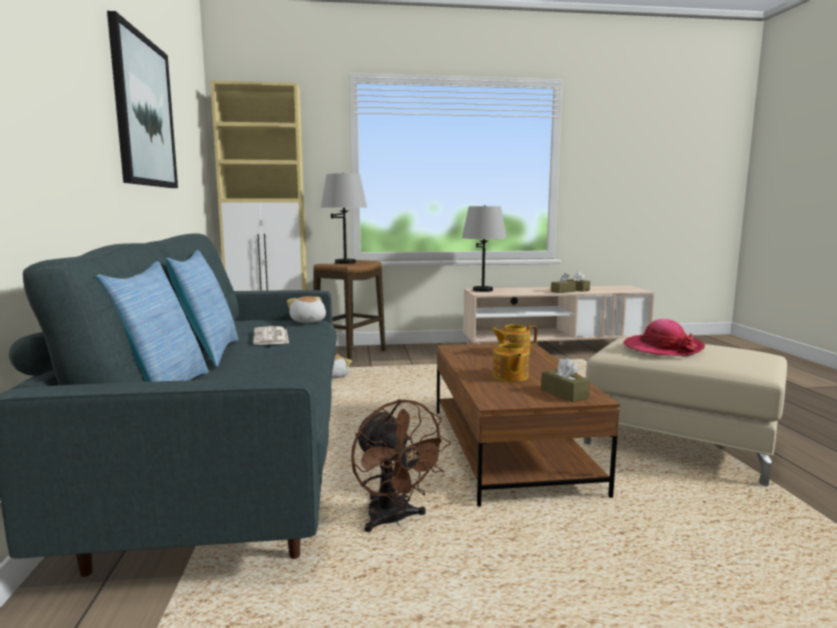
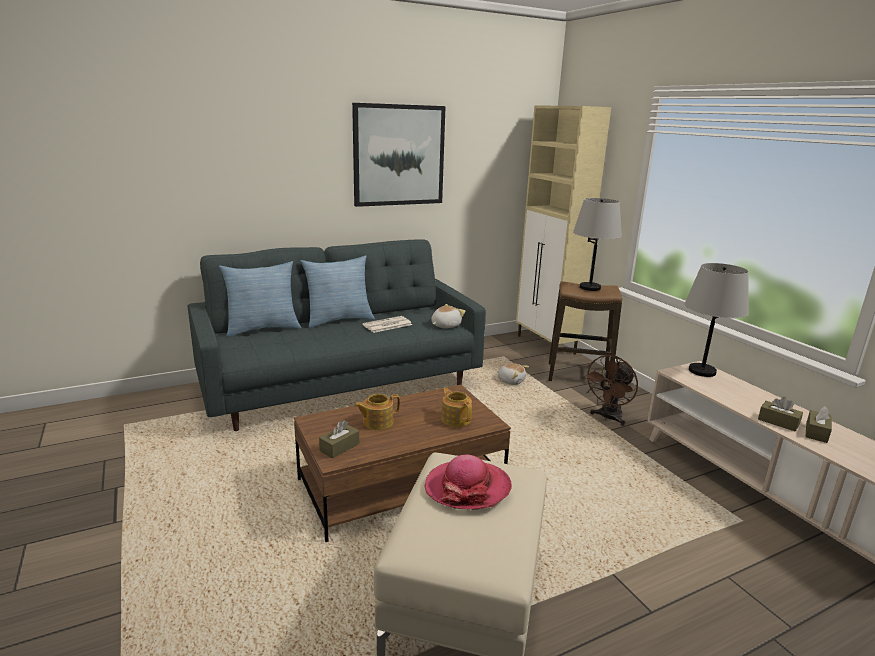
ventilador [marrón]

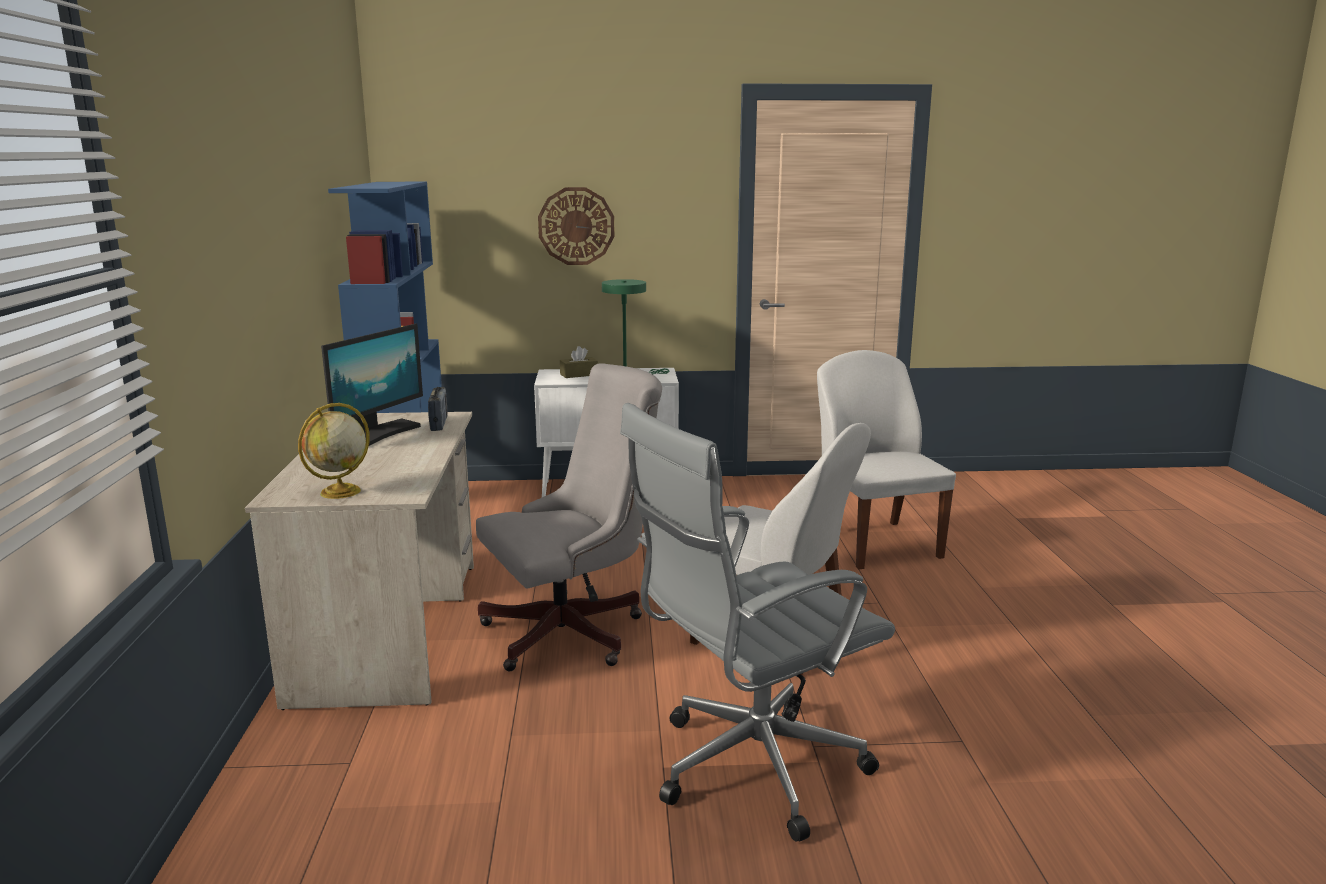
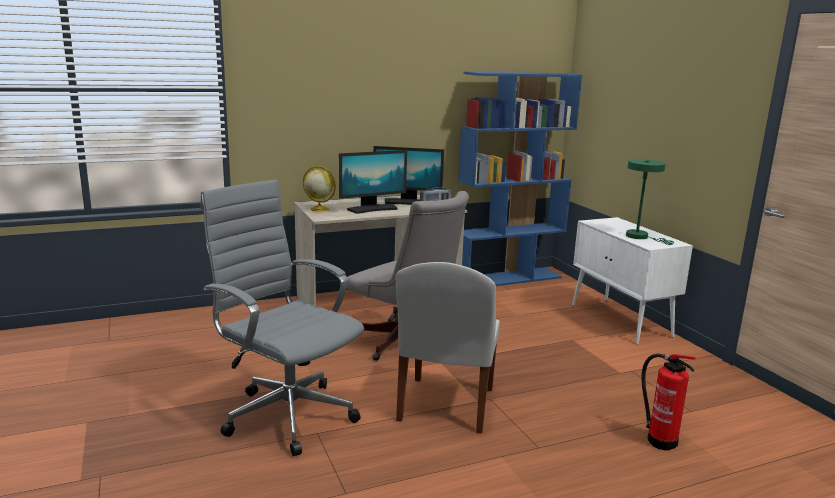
reloj de pared; caja de pañuelos [marrón]; extintor; monitor (1st from left)

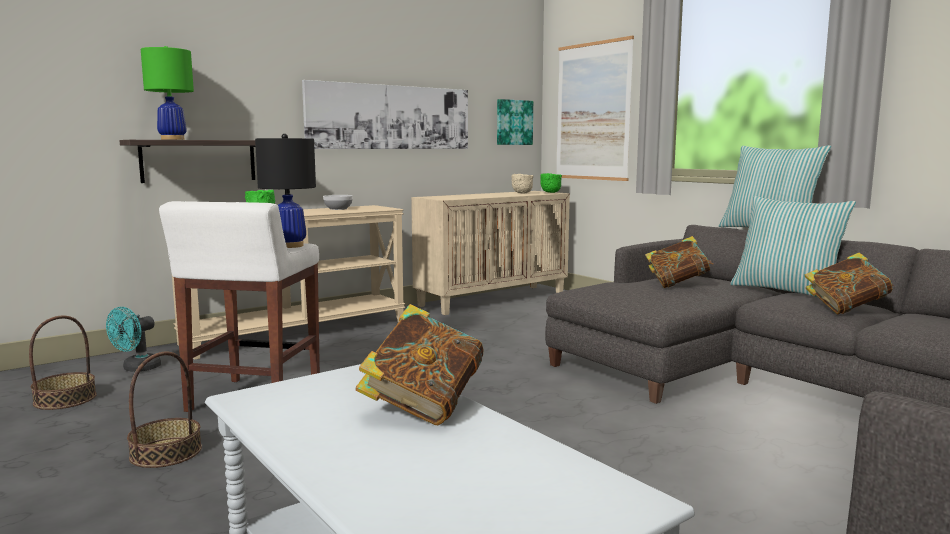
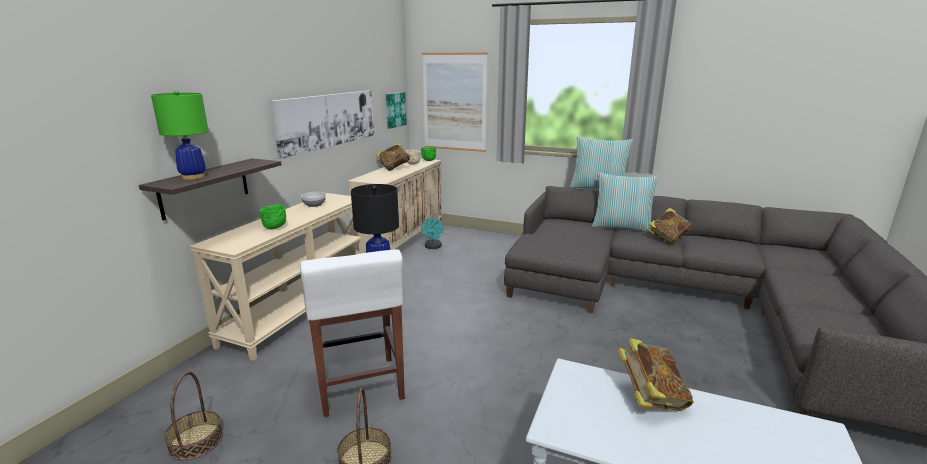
ventilador [turquesa]; libro (1st from left)

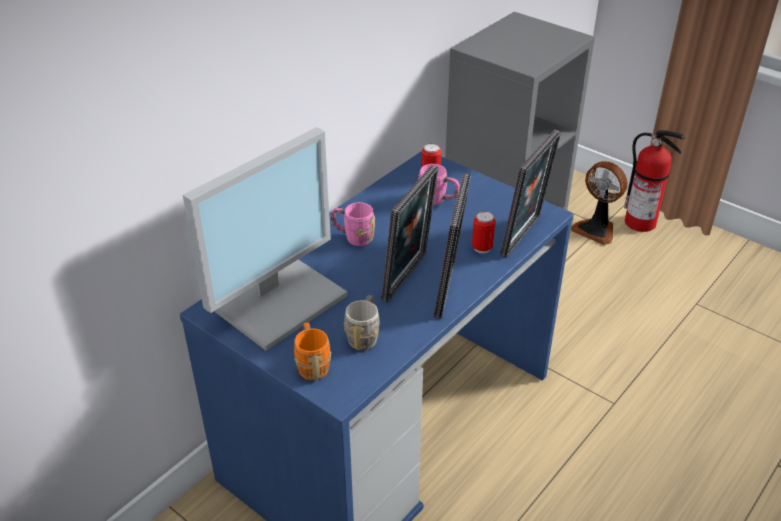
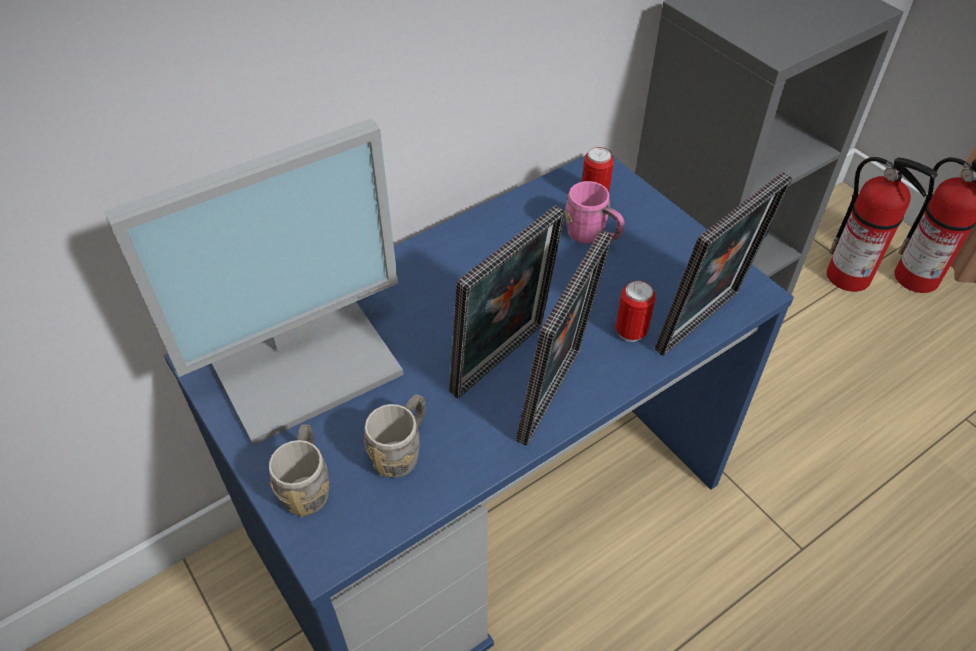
taza grande [gris] (1st from left); taza grande [rosa] (1st from left in the first image); extintor (1st from left)

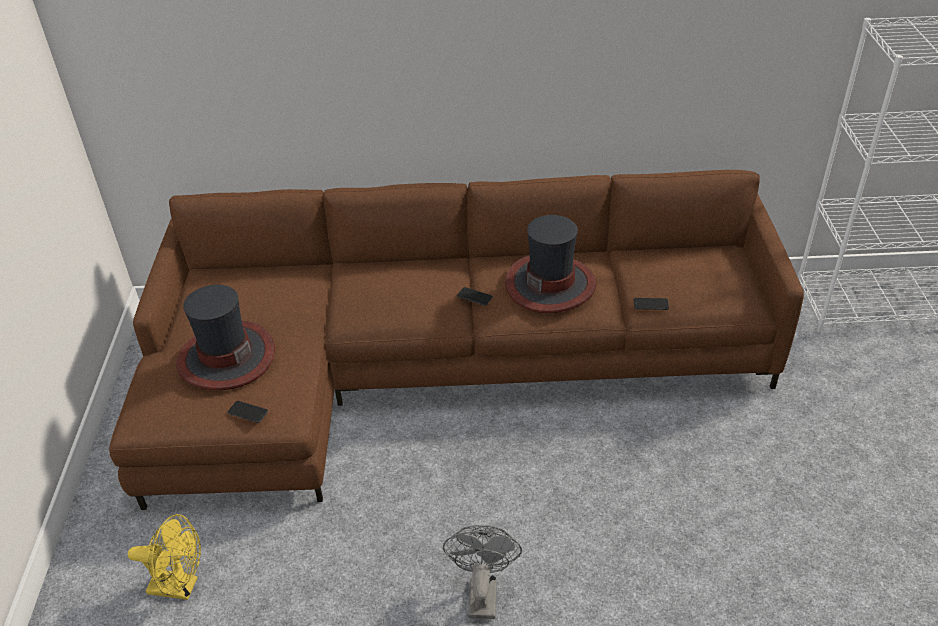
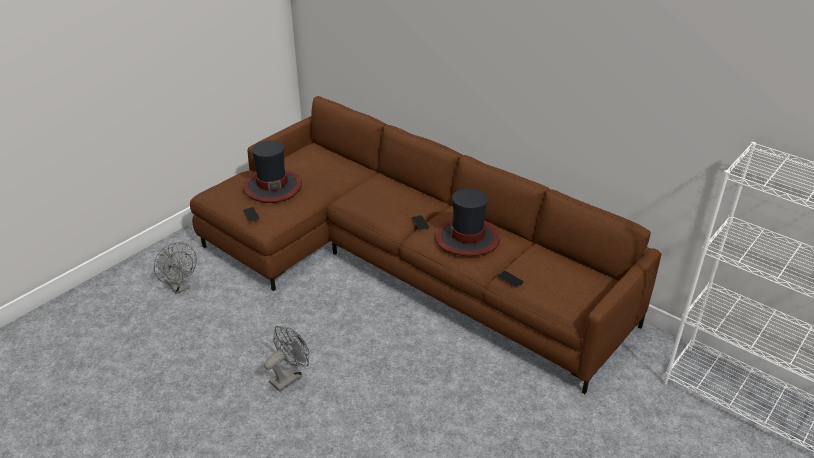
ventilador [gris] (1st from left)

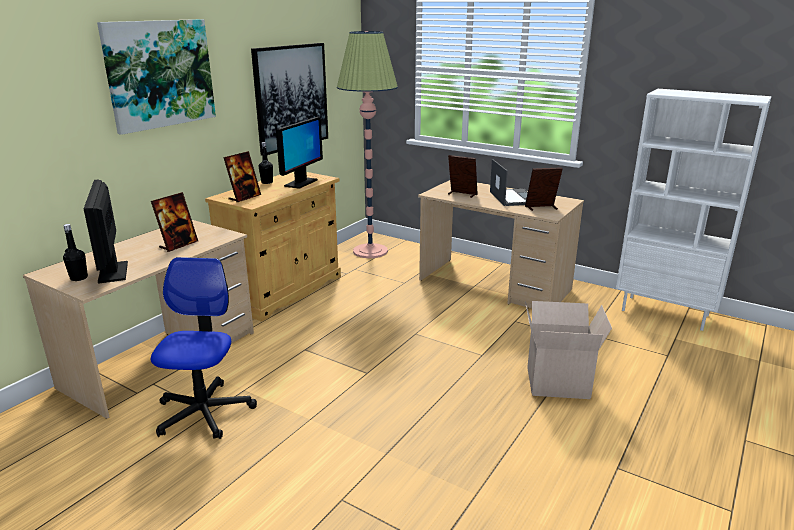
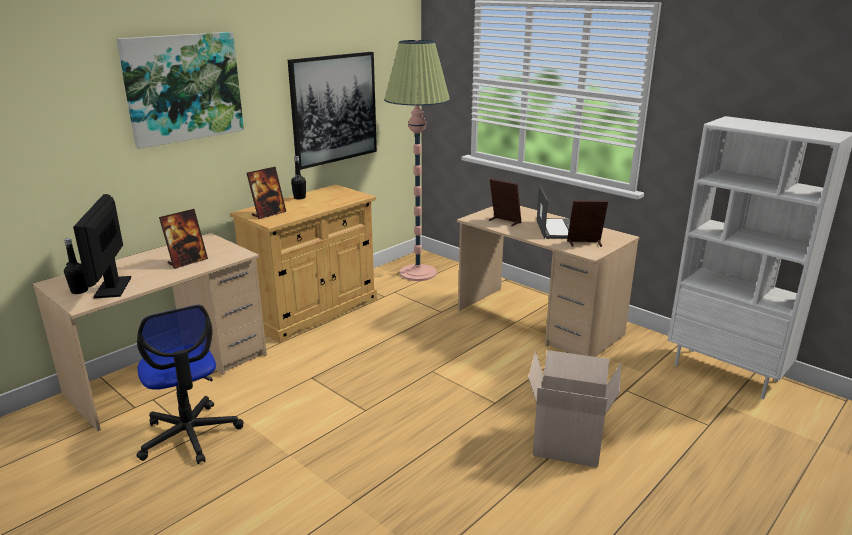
silla de oficina; monitor (2nd from left in the first image)

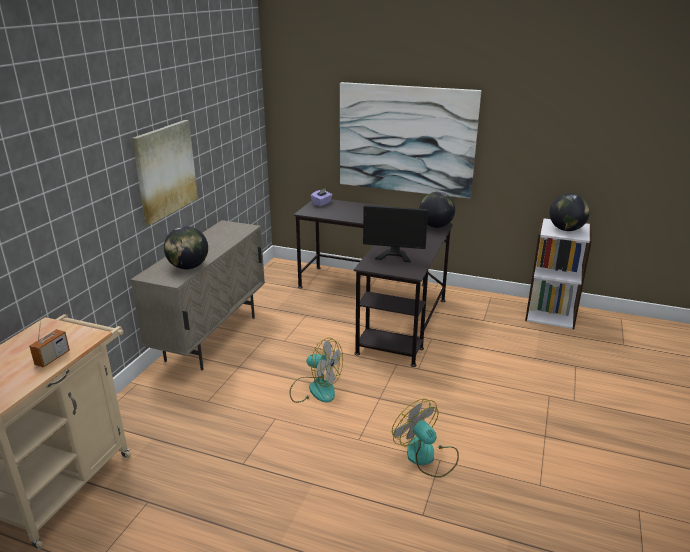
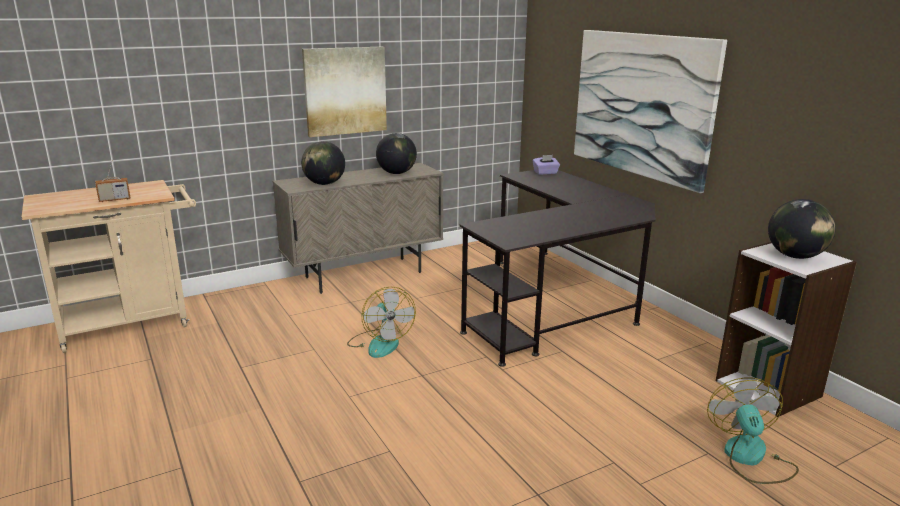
monitor; ventilador (2nd from left); globo terráqueo (2nd from left)

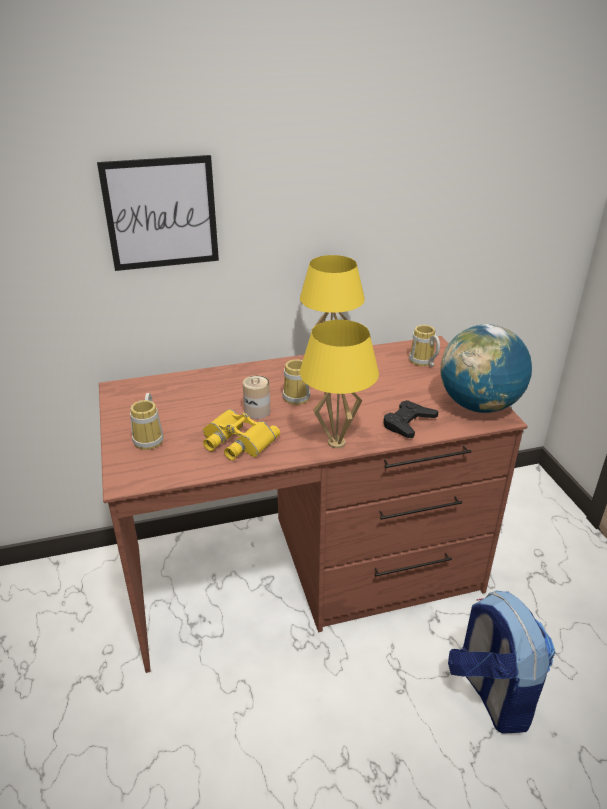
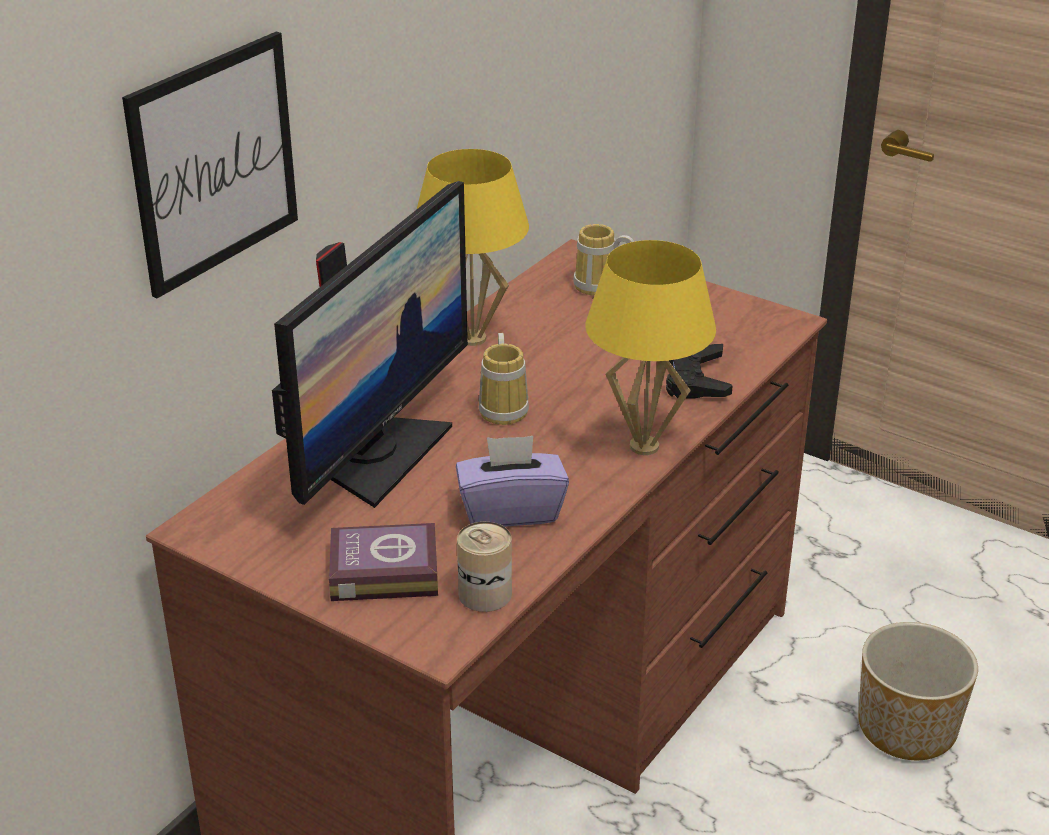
libro; caja de pañuelos [morado]; lata; globo terráqueo; maceta; monitor

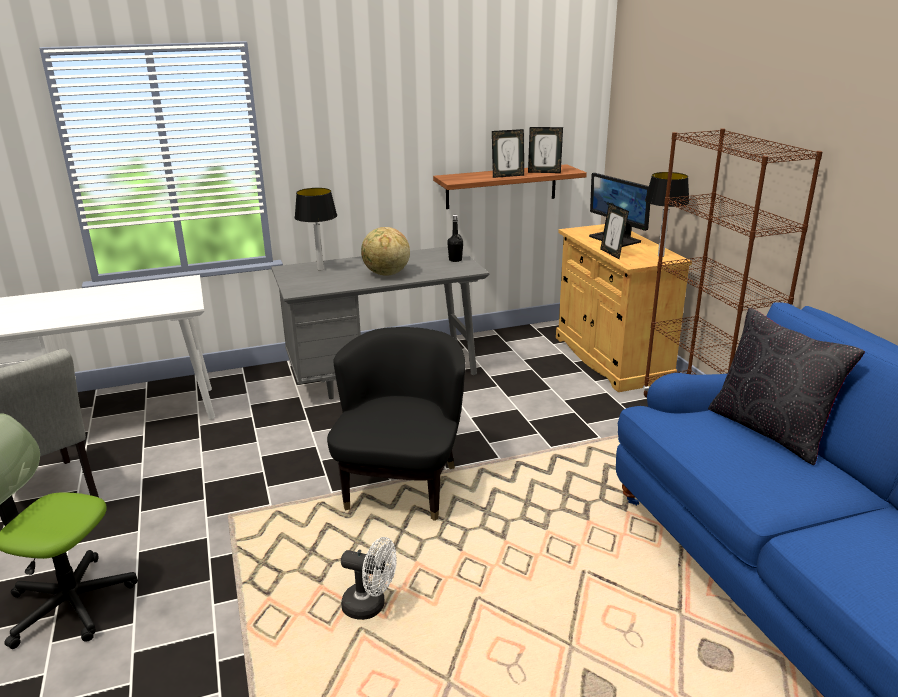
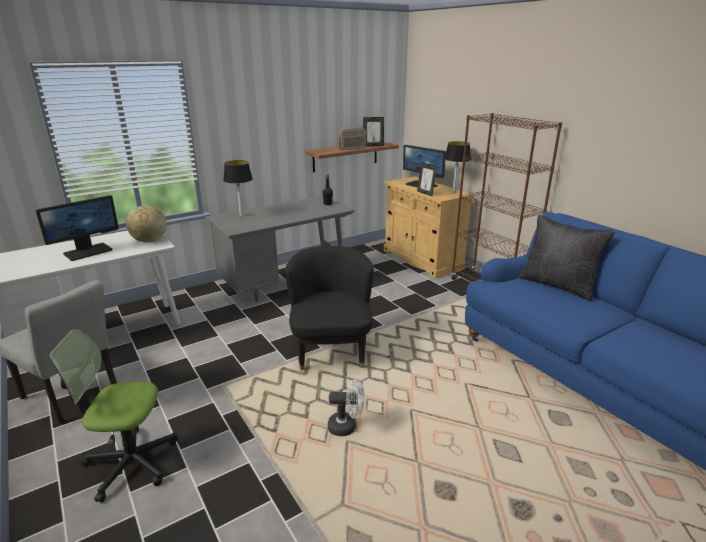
globo terráqueo; radio; monitor (1st from left)

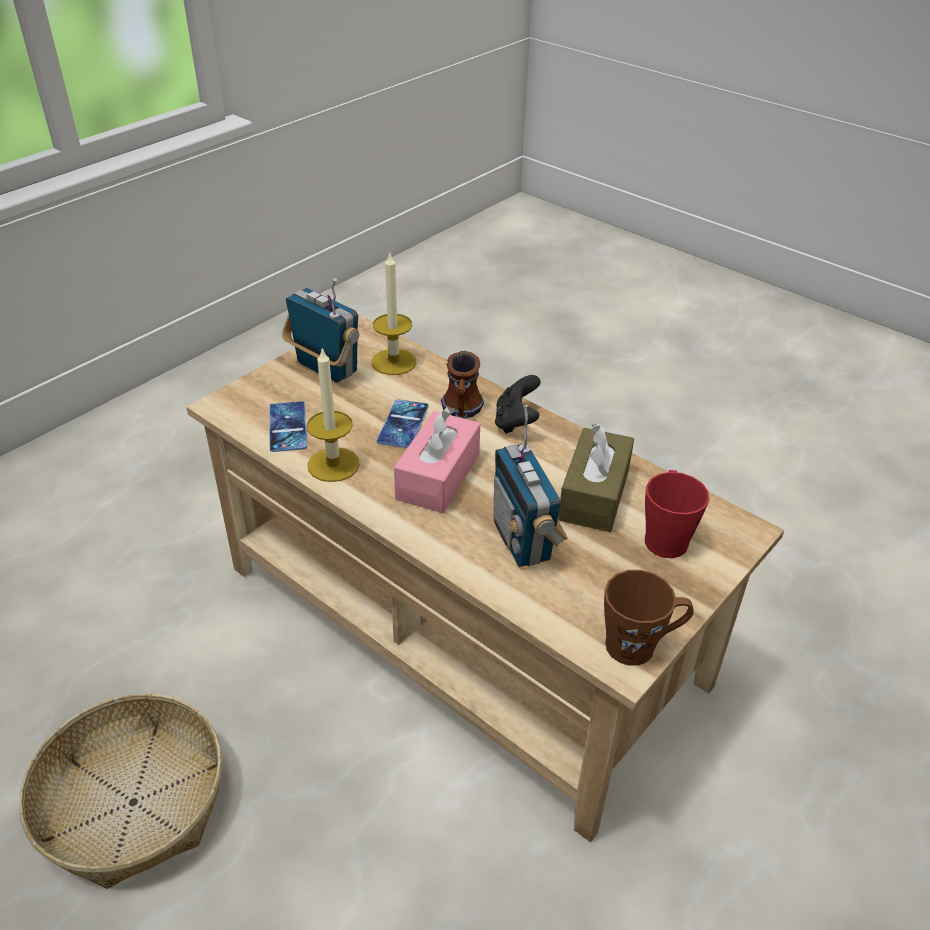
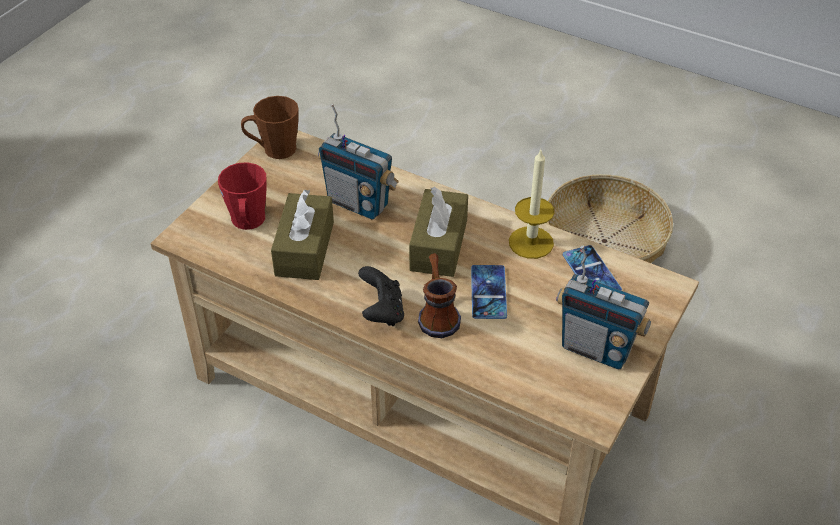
vela (2nd from left in the first image); caja de pañuelos [marrón] (2nd from left); radio (1st from left)

